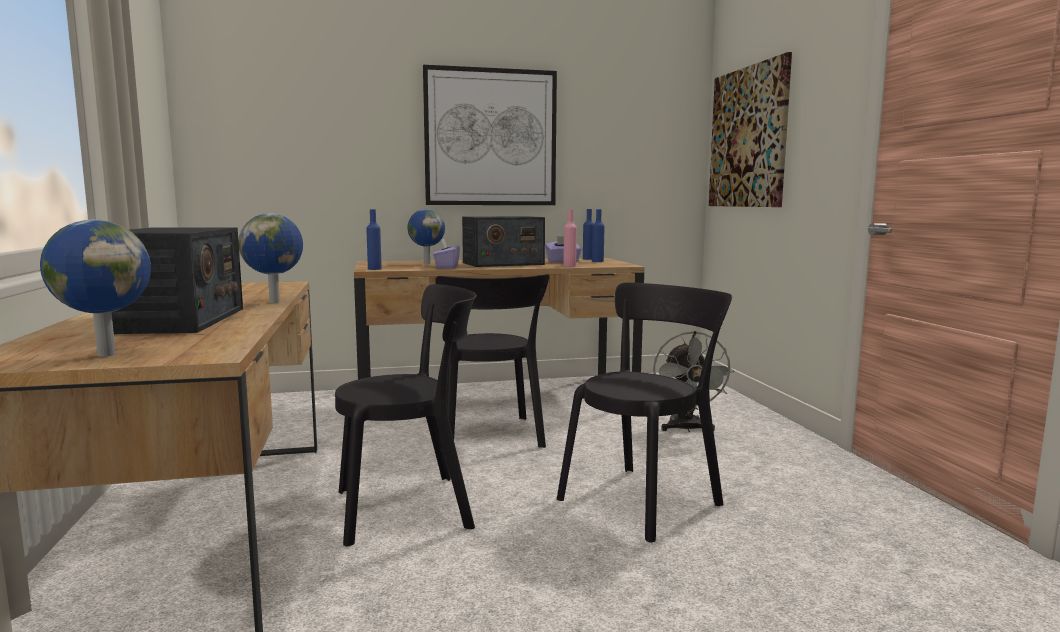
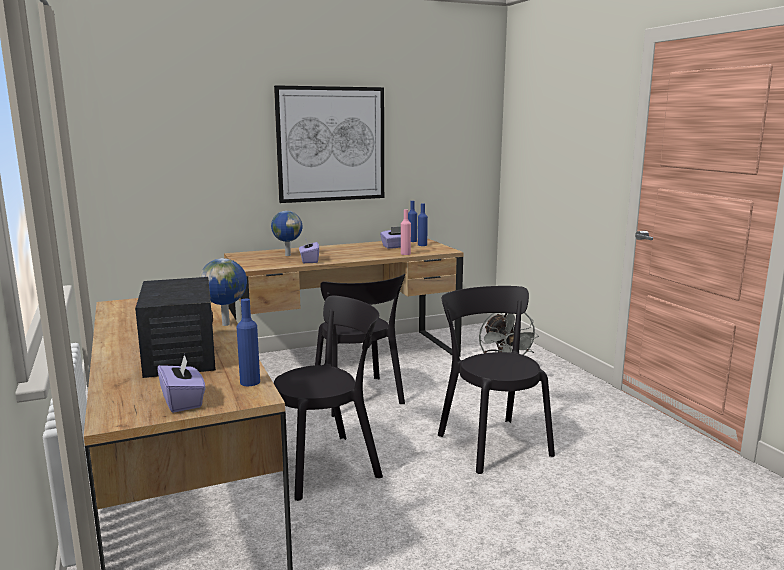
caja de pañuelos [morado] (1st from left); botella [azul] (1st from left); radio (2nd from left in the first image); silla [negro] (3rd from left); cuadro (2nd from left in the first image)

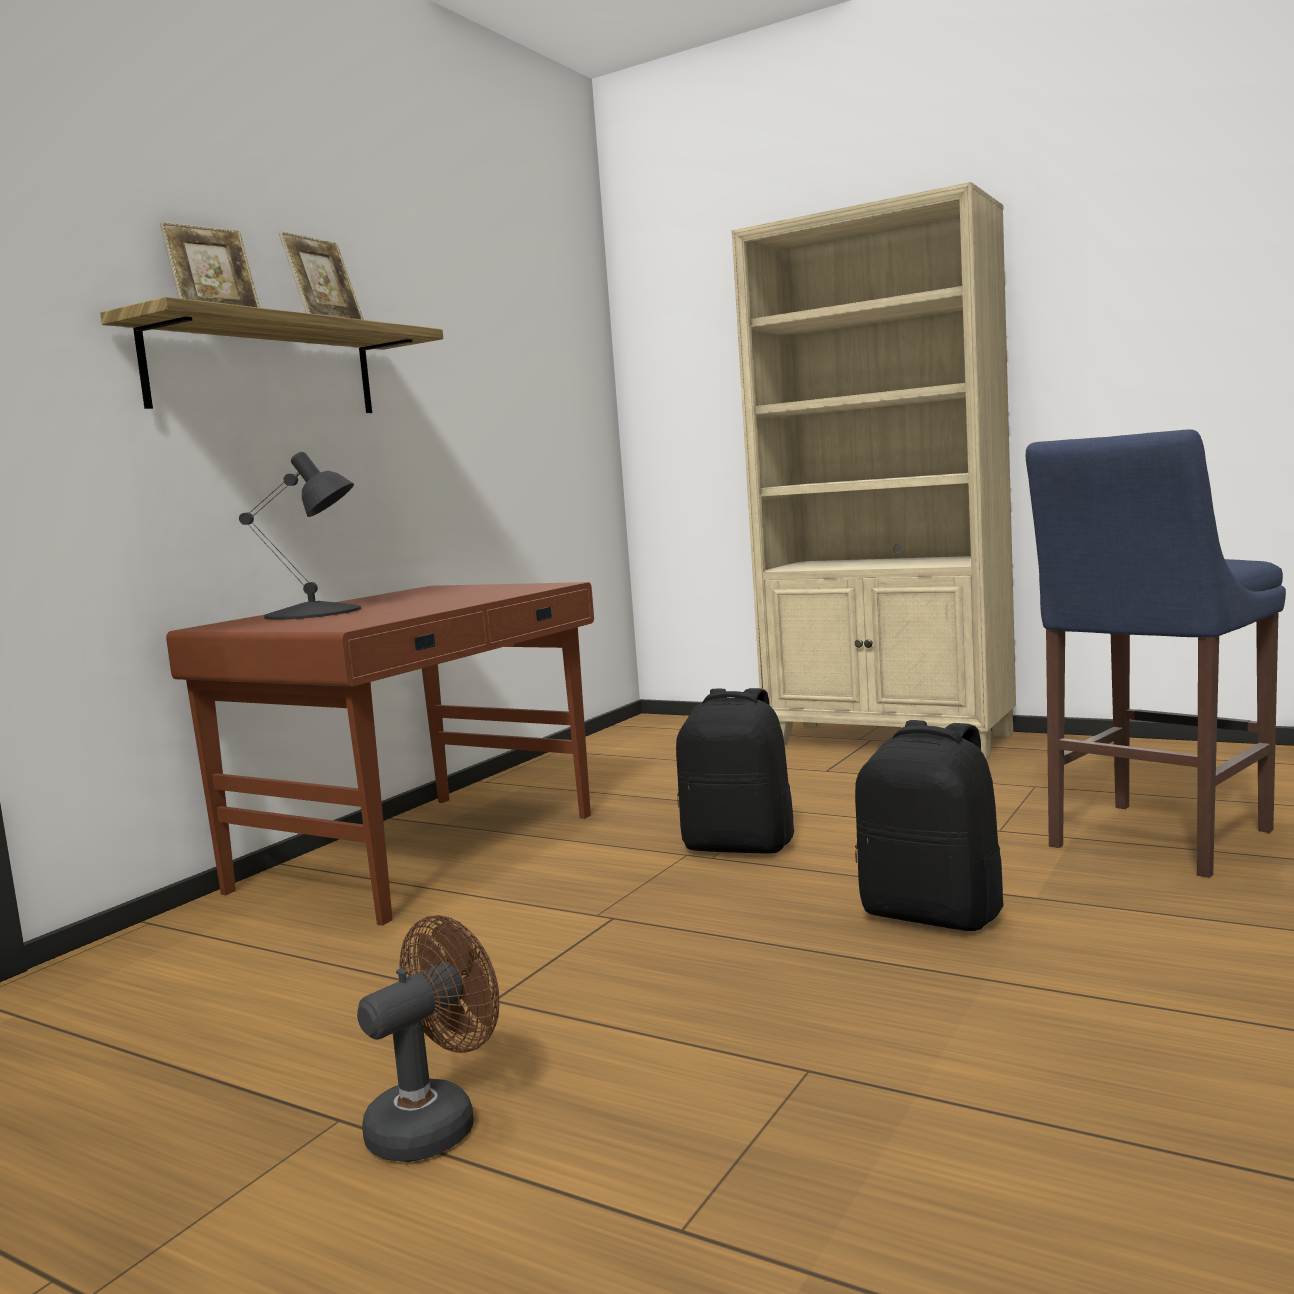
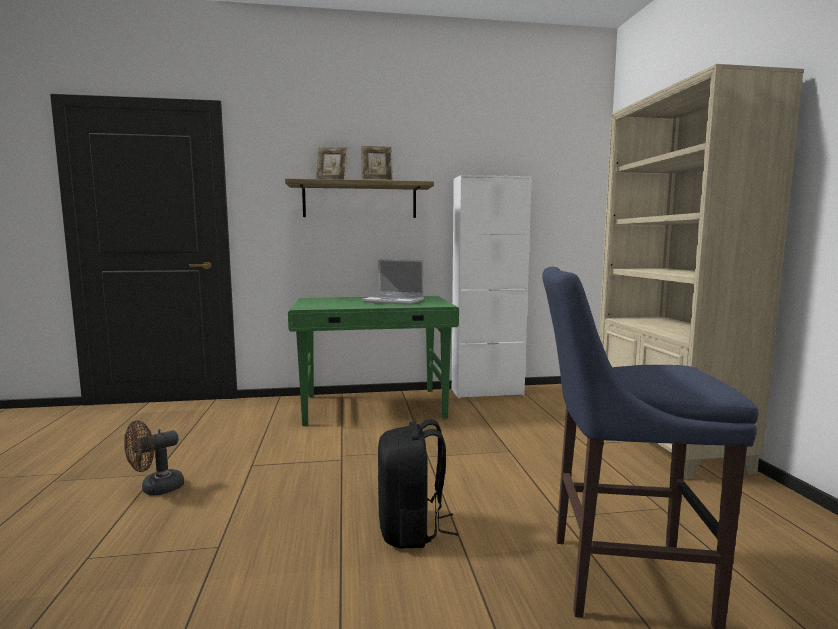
escritorio [verde]; lámpara de mesa [negro]; ventilador [marrón]; mochila [negro] (1st from left in the first image); portátil; armario [blanco]

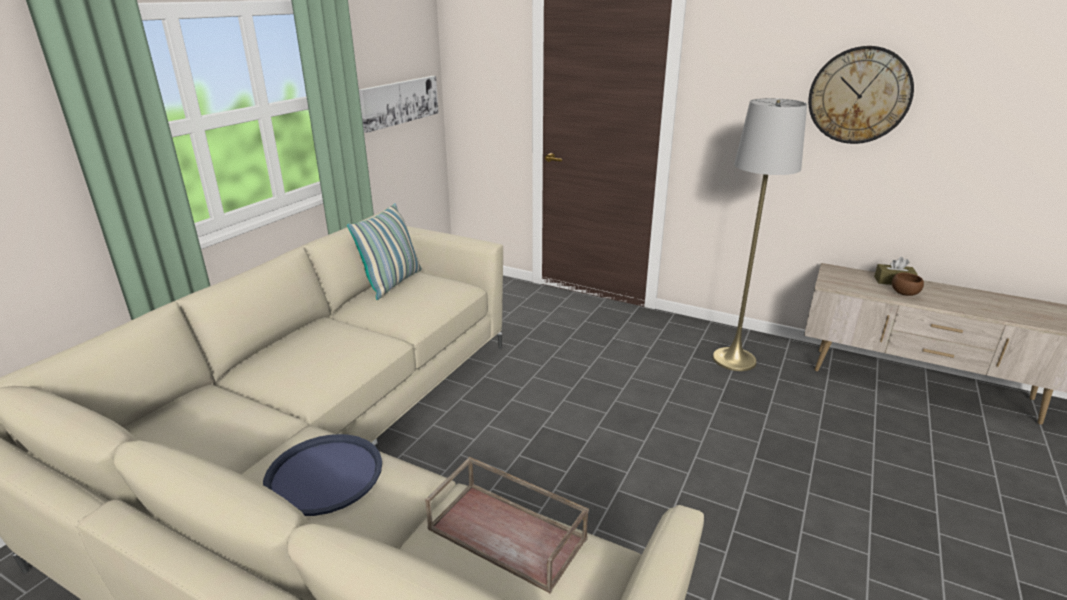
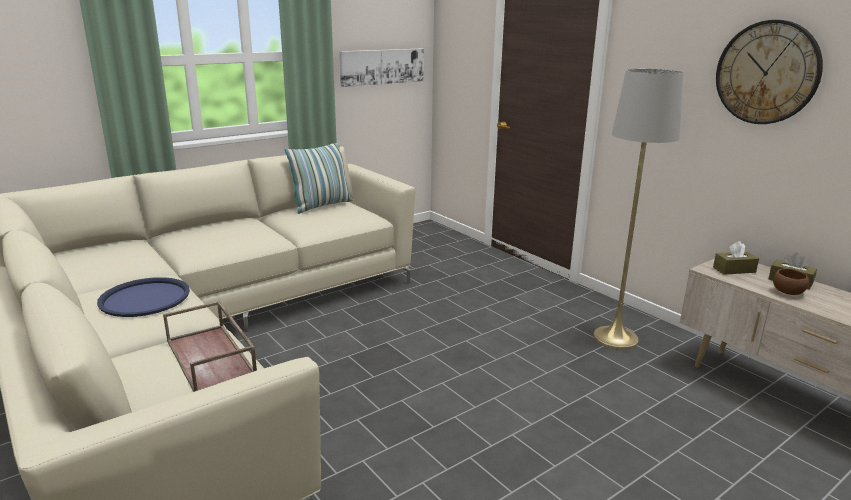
caja de pañuelos [marrón] (1st from left)

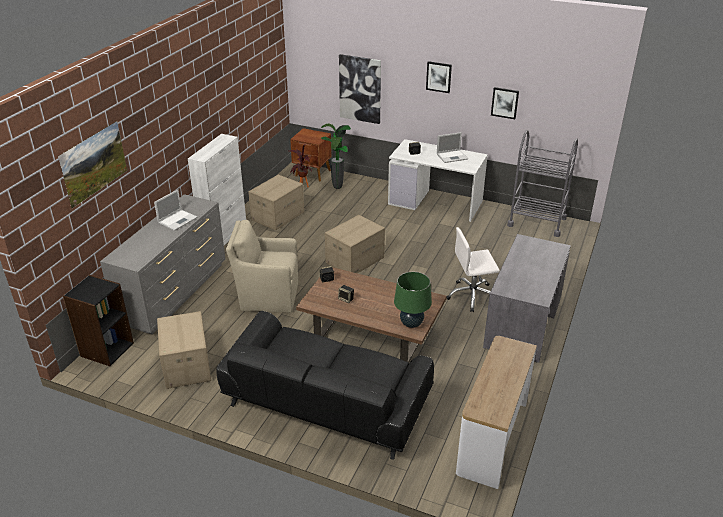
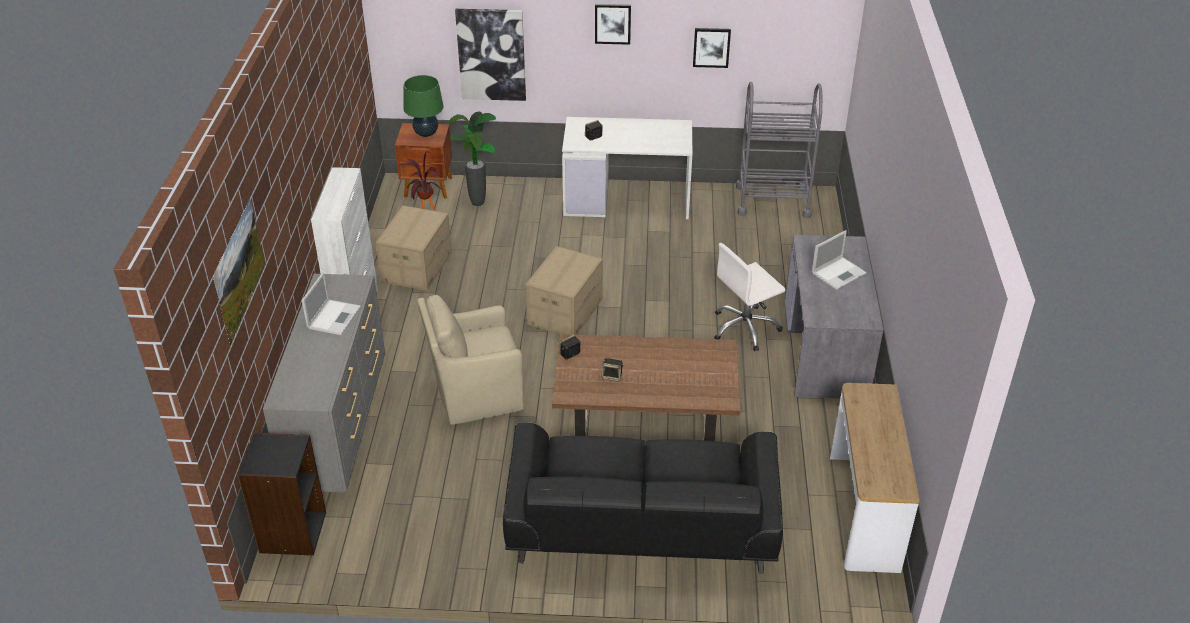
caja de cartón (1st from left in the first image); lámpara de mesa [verde]; portátil (2nd from left)

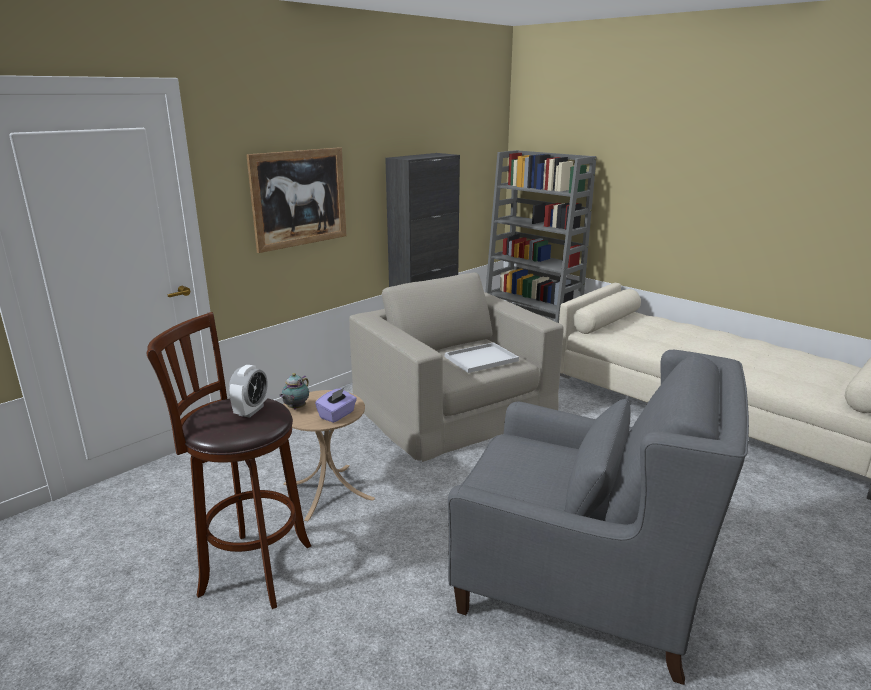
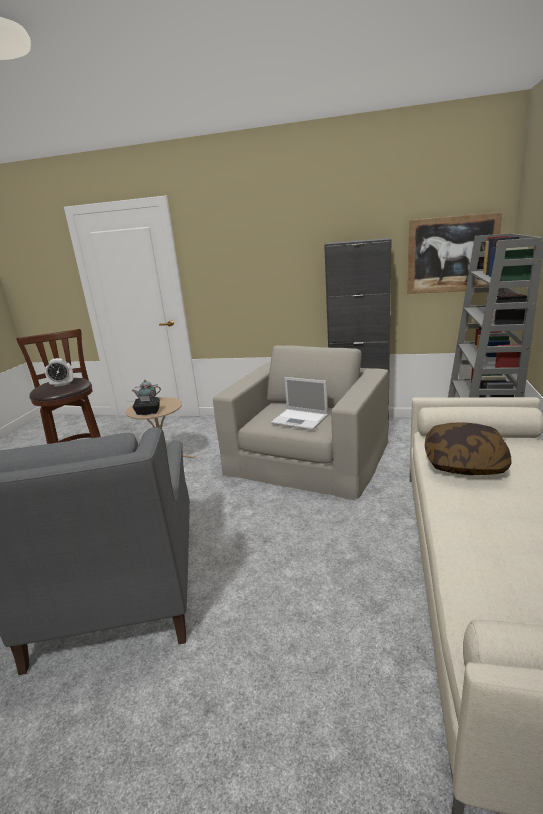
cuadro; caja de pañuelos [negro]; portátil; cojín

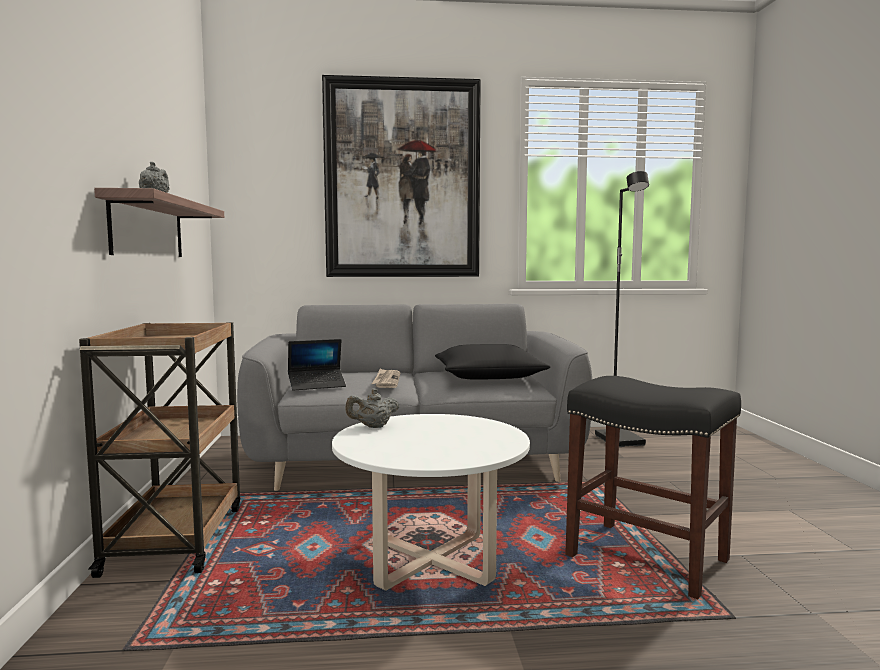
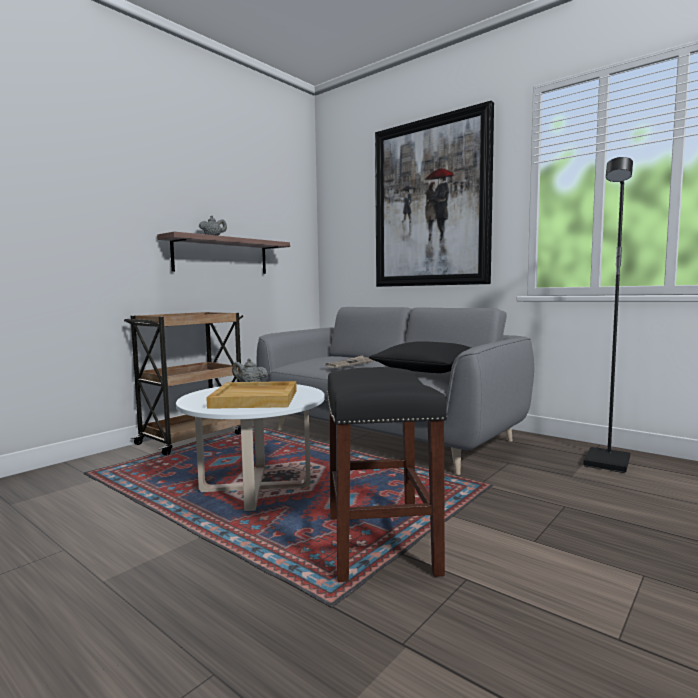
portátil; bandeja [beis]

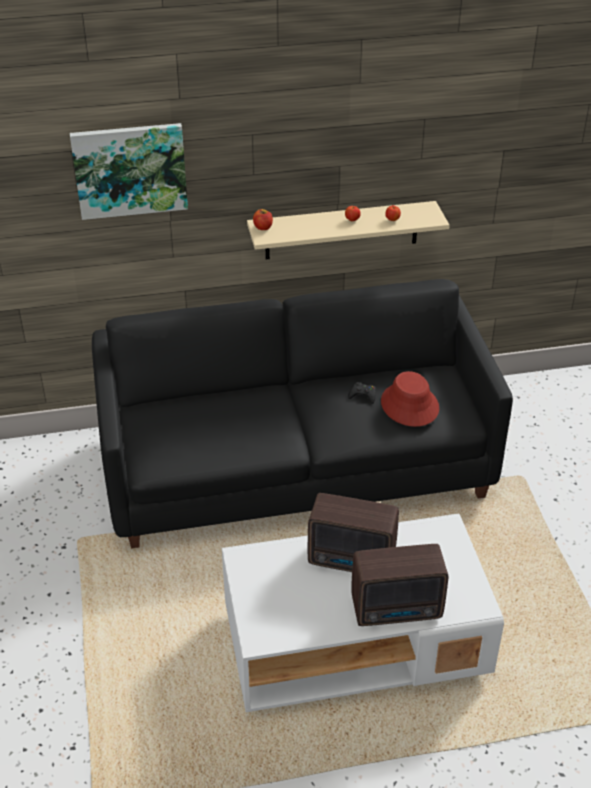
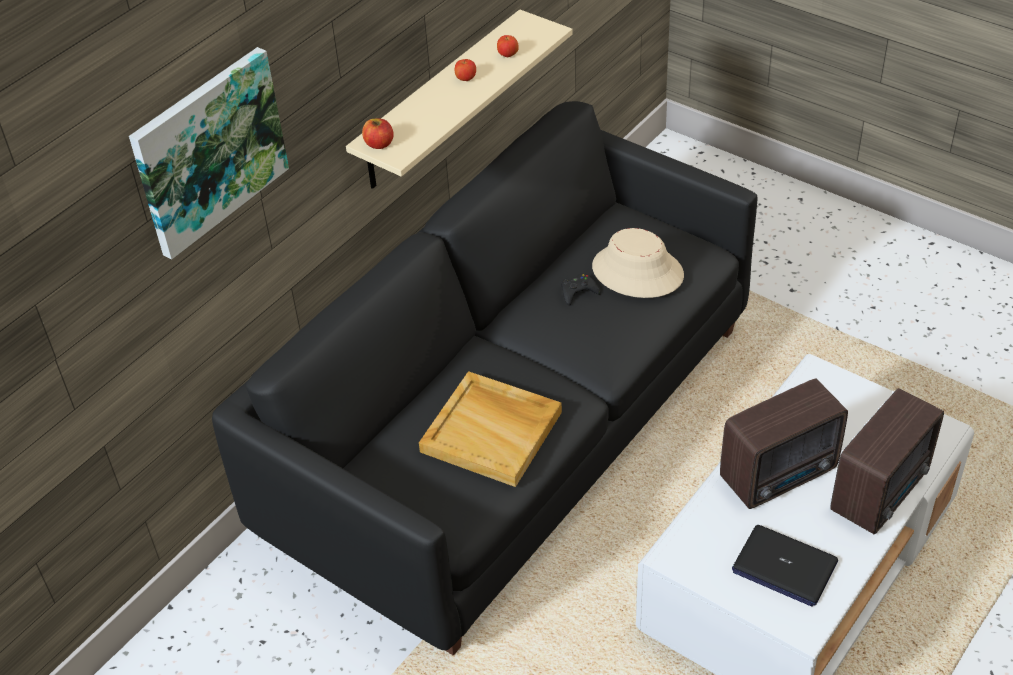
sombrero [beis]; bandeja [beis]; portátil

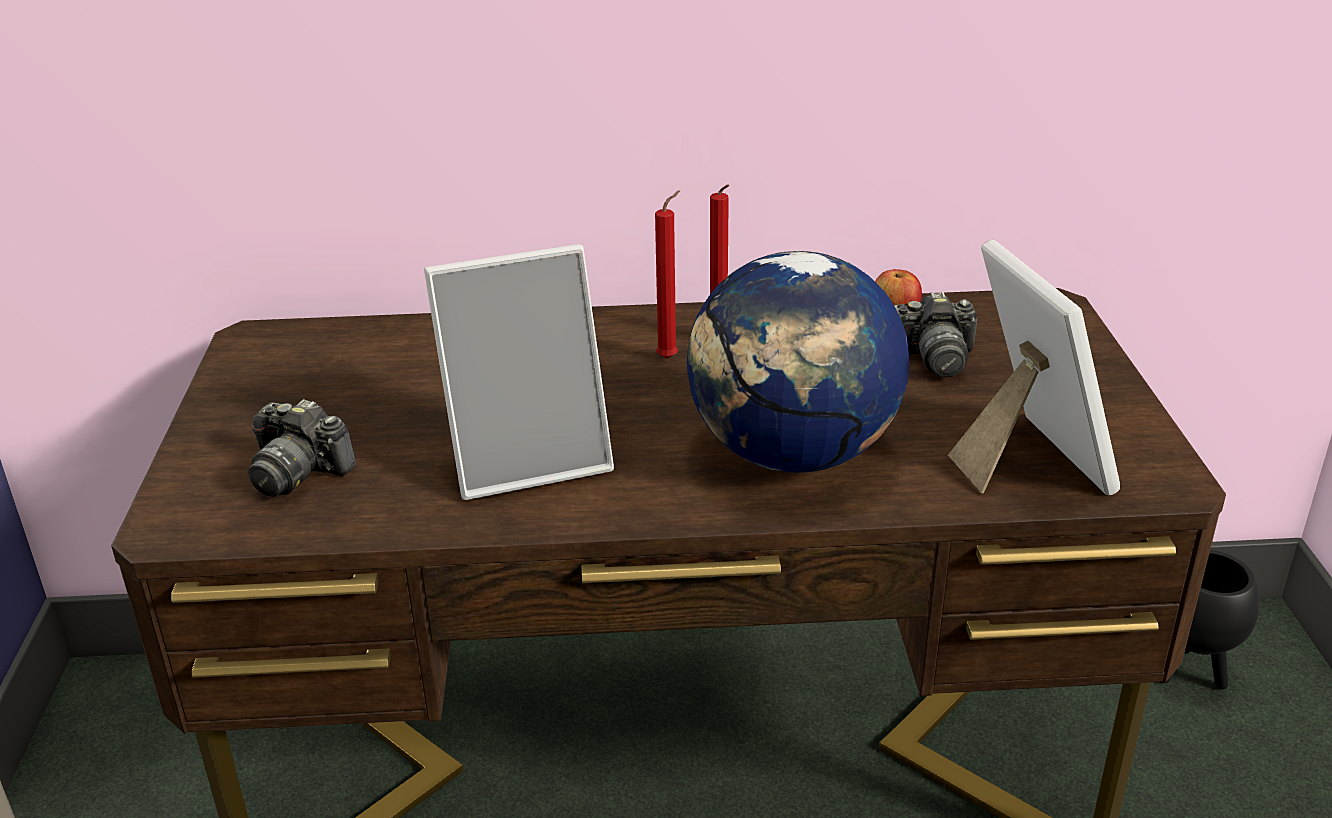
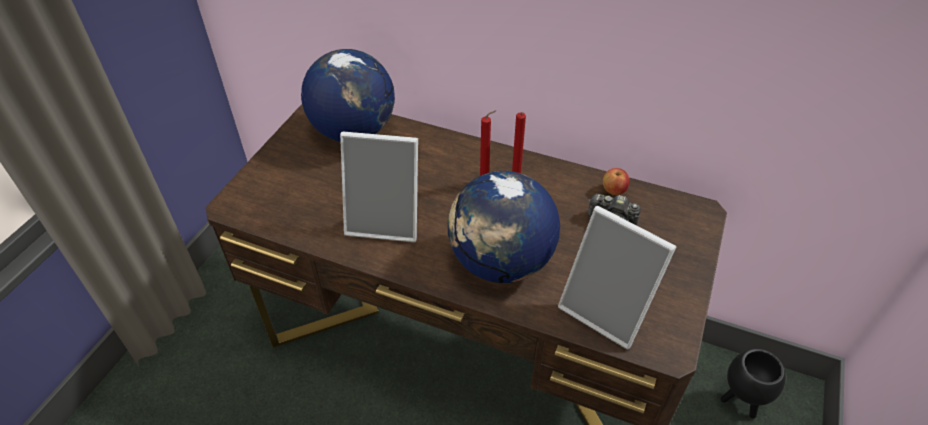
cámara (1st from left in the first image); portarretratos (2nd from left); globo terráqueo (1st from left)

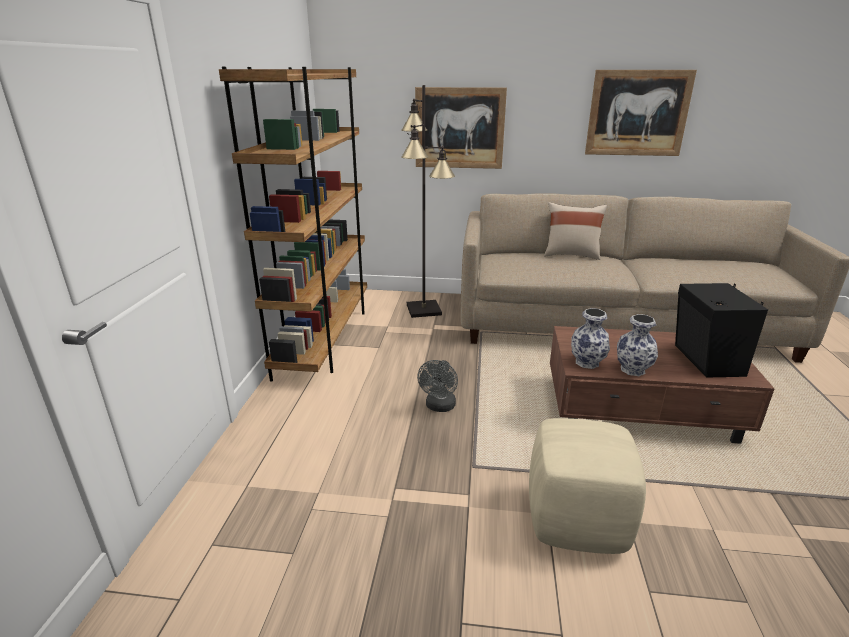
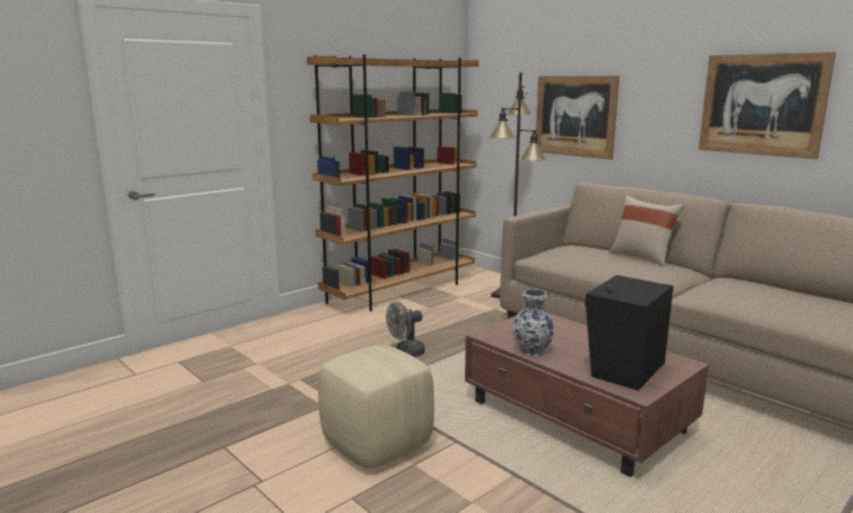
florero (1st from left in the first image)

